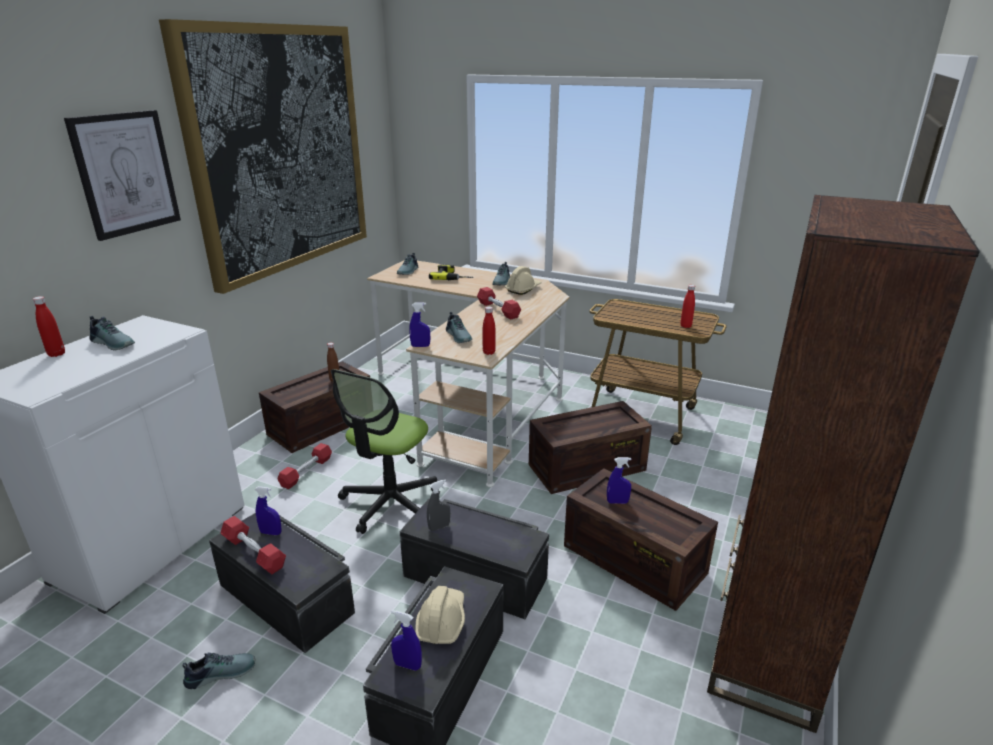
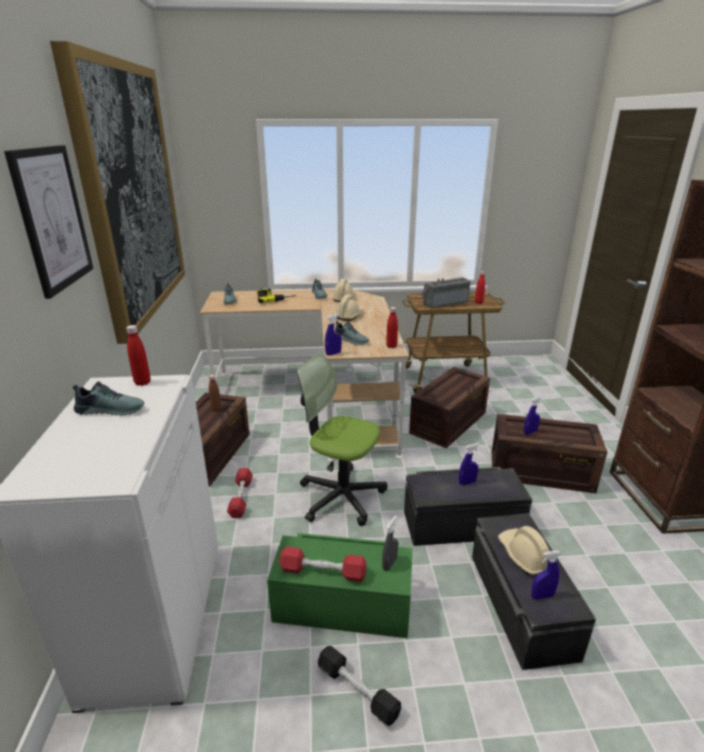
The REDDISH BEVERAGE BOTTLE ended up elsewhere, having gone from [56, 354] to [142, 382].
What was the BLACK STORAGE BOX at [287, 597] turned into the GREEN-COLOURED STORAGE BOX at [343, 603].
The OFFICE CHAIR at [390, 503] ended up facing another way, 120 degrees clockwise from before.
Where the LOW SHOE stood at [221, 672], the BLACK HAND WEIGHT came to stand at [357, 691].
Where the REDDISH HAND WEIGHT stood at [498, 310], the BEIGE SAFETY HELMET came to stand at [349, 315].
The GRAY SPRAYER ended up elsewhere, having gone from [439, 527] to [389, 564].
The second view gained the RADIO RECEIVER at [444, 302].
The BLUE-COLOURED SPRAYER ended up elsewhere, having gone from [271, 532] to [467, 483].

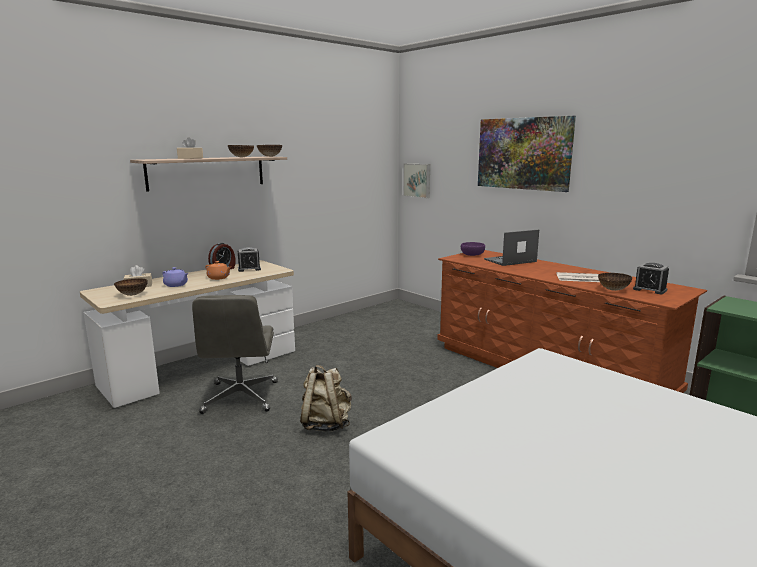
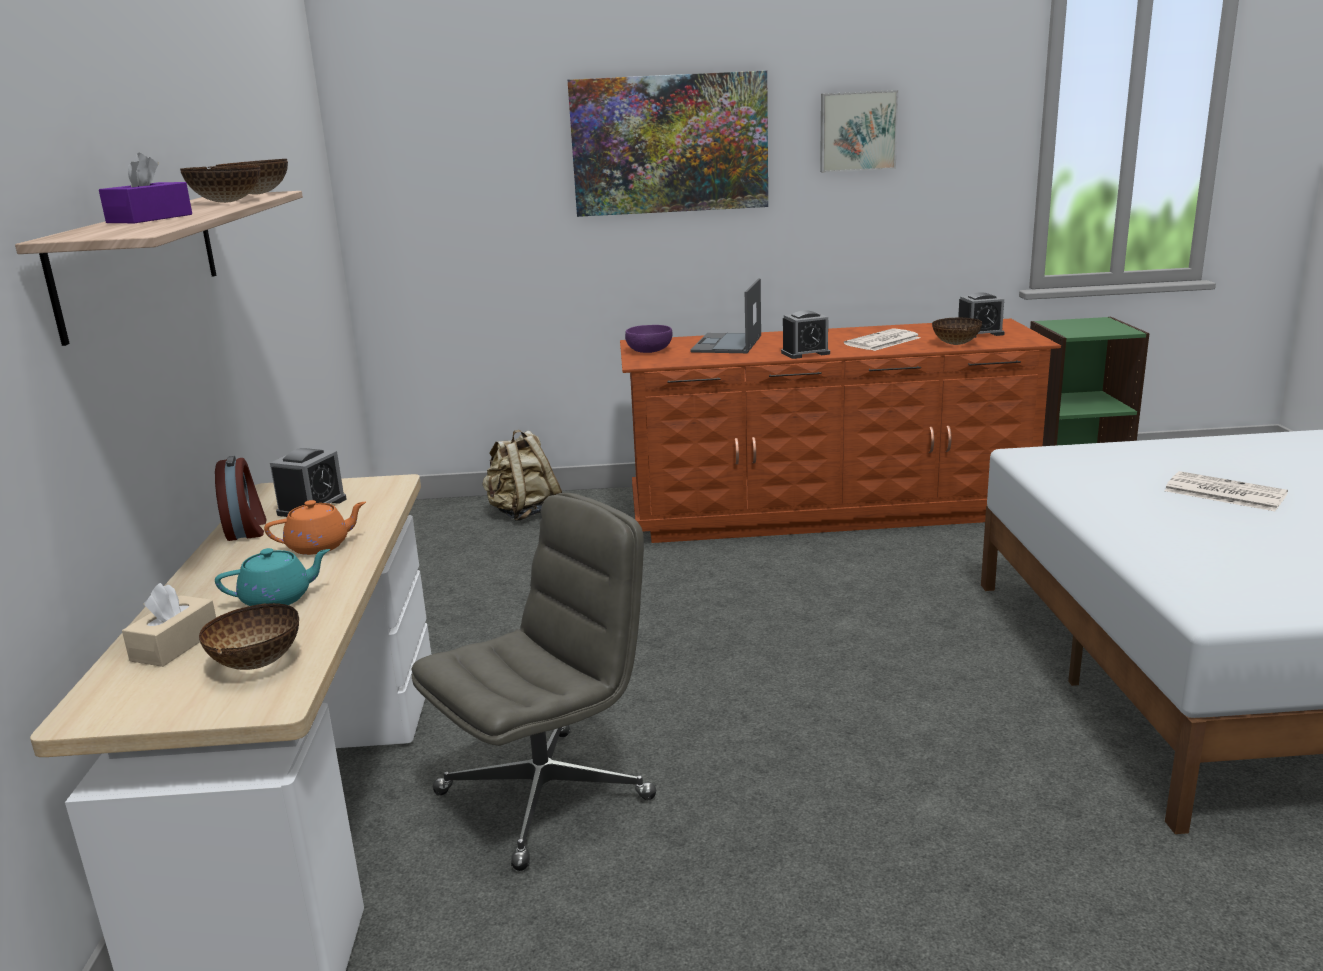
What was the BEIGE TISSUE BOX at [190, 158] turned into the PURPLE-COLOURED TISSUE BOX at [150, 218].
What was the PURPLE-COLOURED TEA POT at [176, 285] turned into the BLUE-GREEN TEA POT at [278, 599].
The GRAY OFFICE CHAIR at [241, 397] ended up facing another way, 75 degrees counterclockwise from before.
The BEIGE BACKPACK ended up elsewhere, having gone from [326, 424] to [523, 513].
The second view gained the ALARM CLOCK at [805, 353].
The WALL ART ended up elsewhere, having gone from [417, 180] to [857, 131].
The second view gained the PRINTED PAPER at [1223, 493].

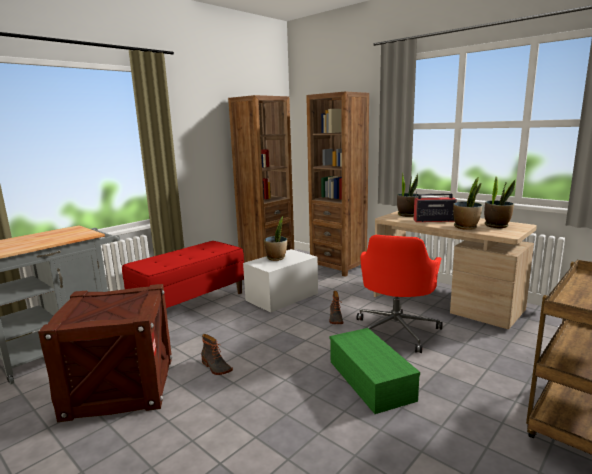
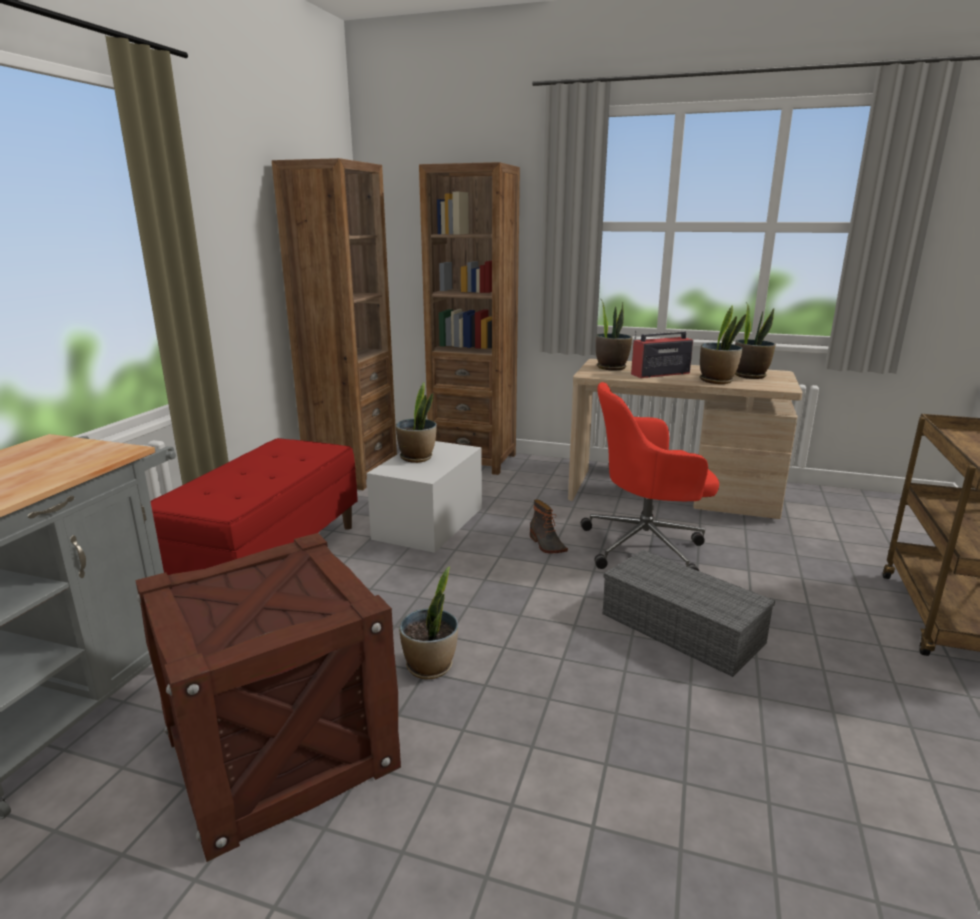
Where the TALL BOOT stood at [216, 367], the HOUSEPLANT came to stand at [430, 667].
The REDDISH OFFICE CHAIR at [396, 330] ended up facing another way, 90 degrees clockwise from before.
What was the GREEN-COLOURED STORAGE BOX at [372, 380] turned into the GRAY STORAGE BOX at [684, 628].

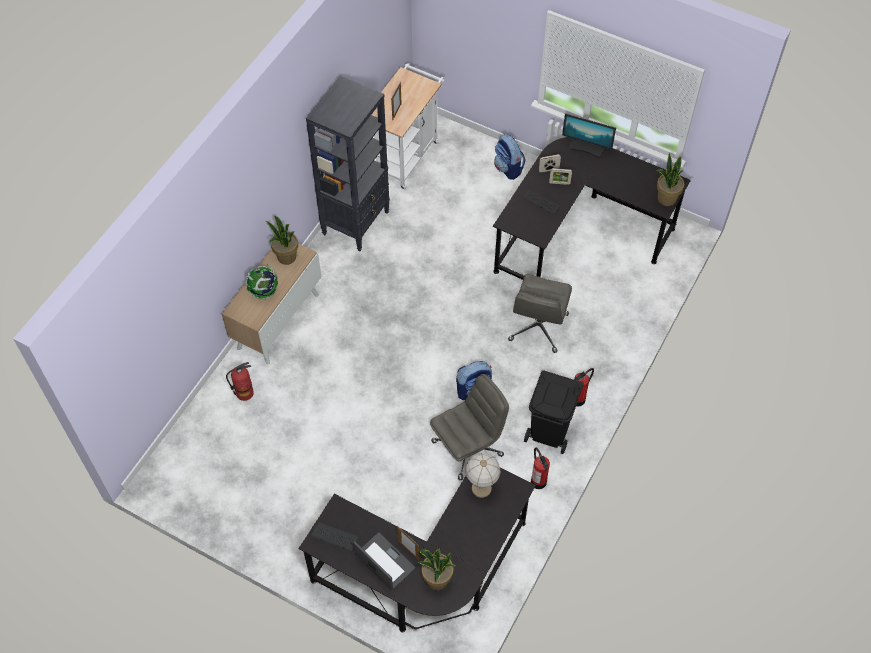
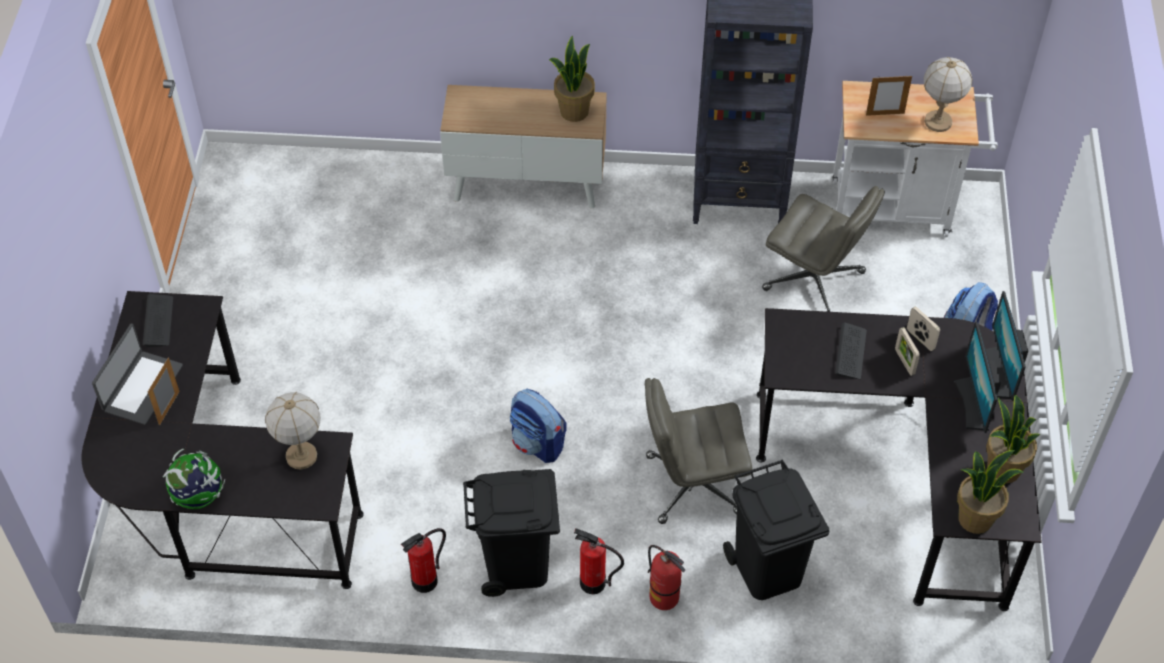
The GLOBE ended up elsewhere, having gone from [264, 291] to [199, 496].
The FIRE-FIGHTING CYLINDER ended up elsewhere, having gone from [245, 393] to [664, 597].
The second view gained the BLACK WASTE BIN at [766, 570].
The GRAY OFFICE CHAIR ended up elsewhere, having gone from [468, 447] to [815, 281].
The second view gained the TABLETOP LAMP at [937, 122].
The second view gained the COMPUTER DISPLAY at [974, 404].
The HOUSEPLANT ended up elsewhere, having gone from [437, 580] to [1002, 469].

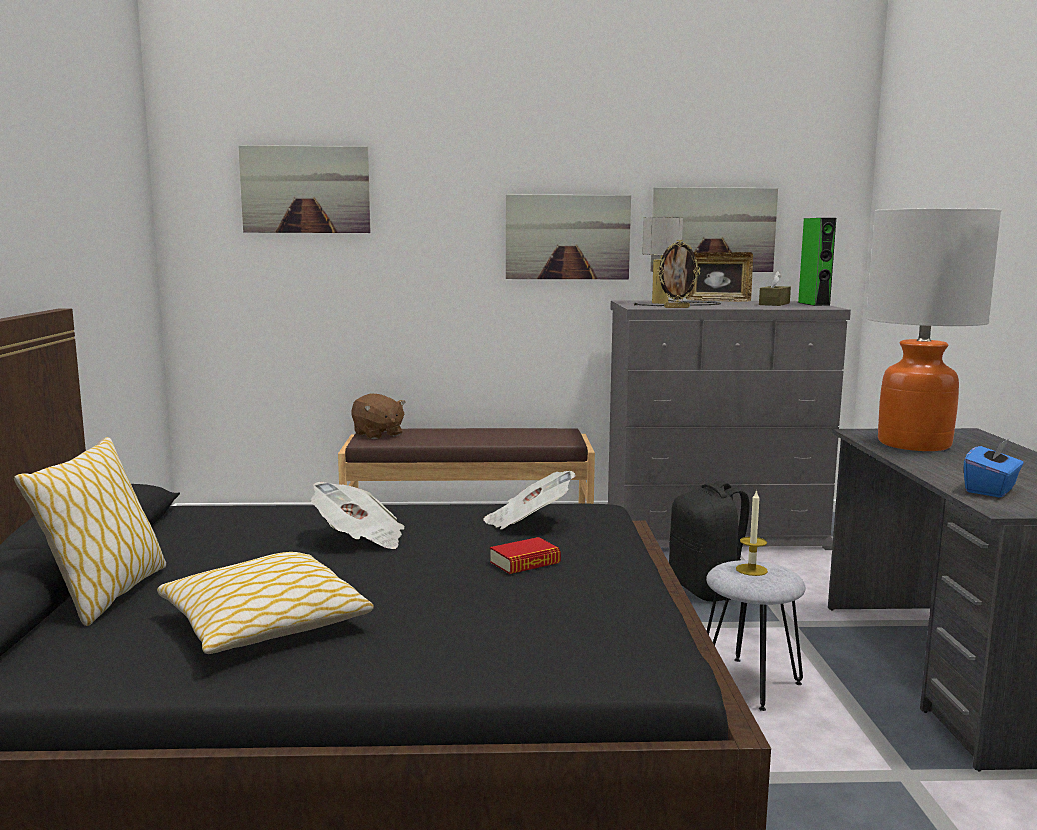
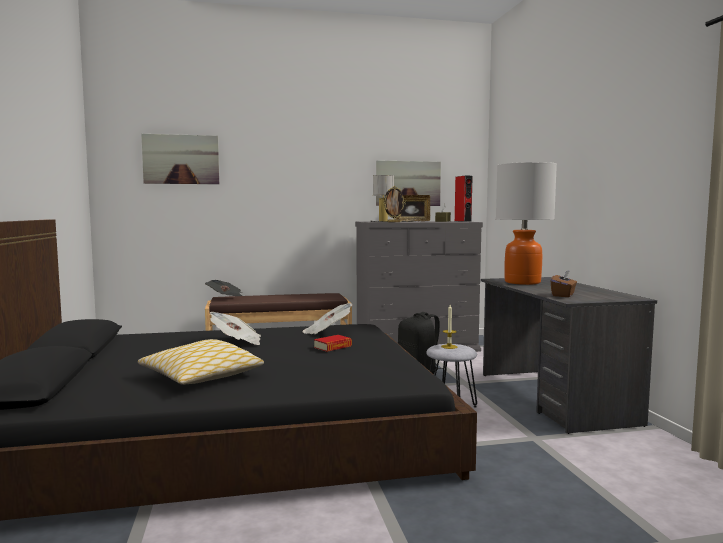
Where the BROWN-COLOURED SOFT TOY stood at [377, 434], the PRINTED PAPER came to stand at [226, 298].
What was the GREEN-COLOURED LOUDSPEAKER at [813, 304] turned into the REDDISH LOUDSPEAKER at [462, 221].
What was the BLUE-COLOURED TISSUE BOX at [991, 490] turned into the BROWN-COLOURED TISSUE BOX at [563, 295].
The second view lost the PILLOW at [106, 595].
The second view lost the WALL ART at [567, 237].

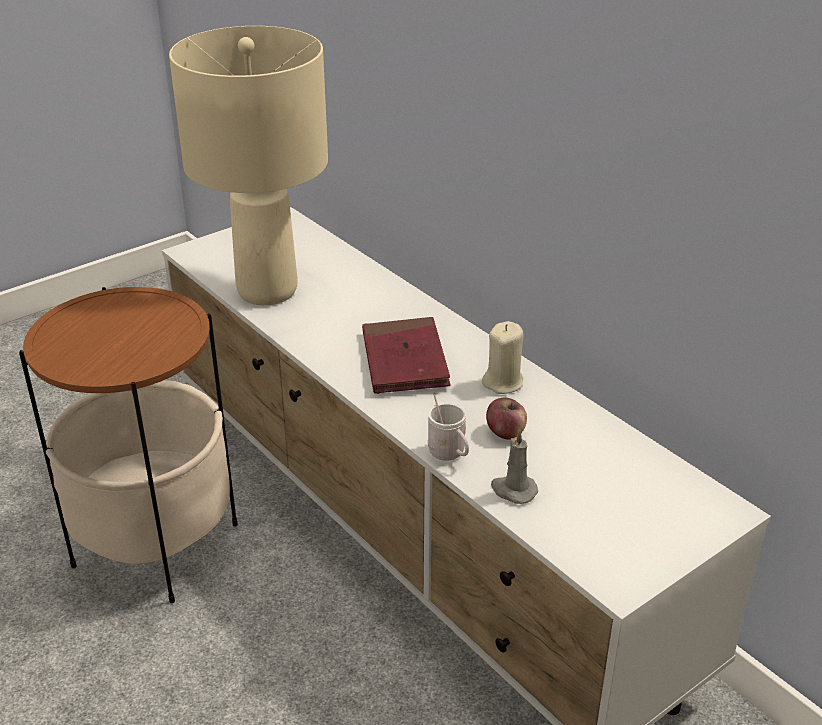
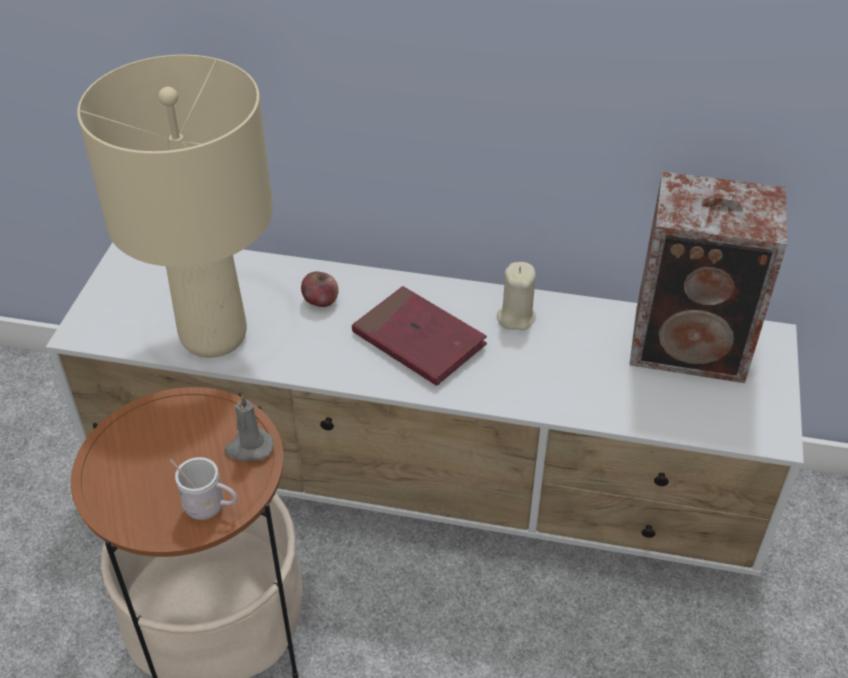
The WHITISH MUG ended up elsewhere, having gone from [449, 455] to [210, 508].
The GRAY WAX CANDLE ended up elsewhere, having gone from [513, 490] to [249, 448].
The APPLE FRUIT ended up elsewhere, having gone from [505, 432] to [321, 301].
The second view gained the LOUDSPEAKER at [693, 346].

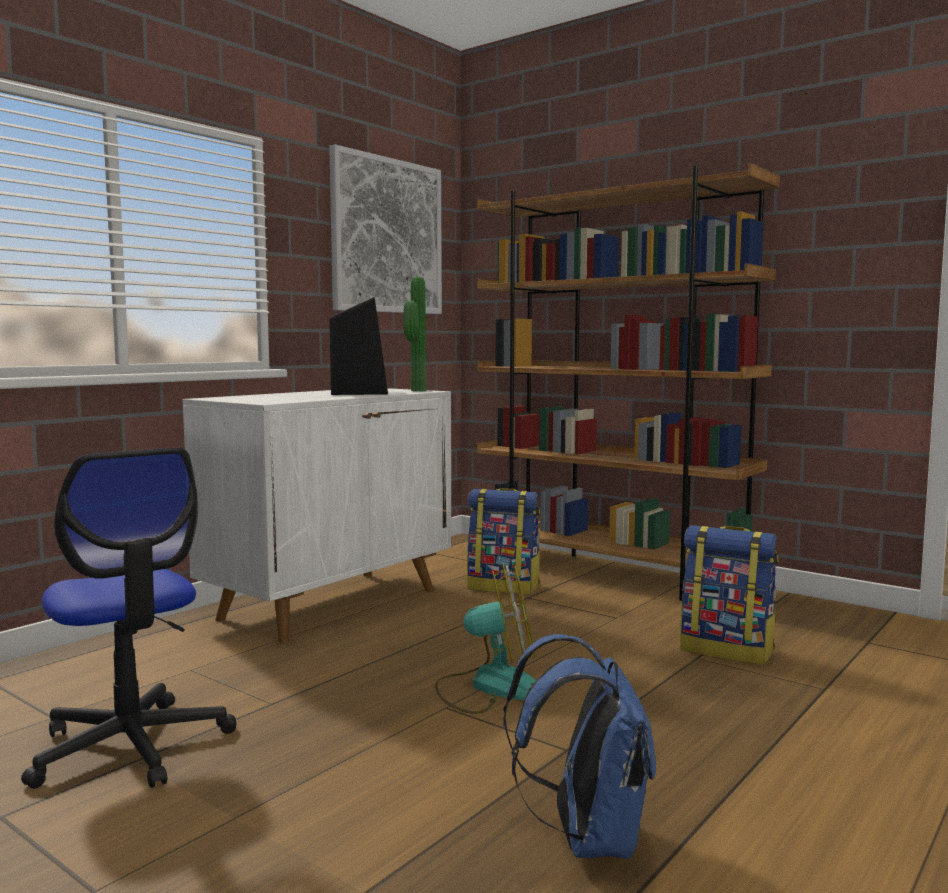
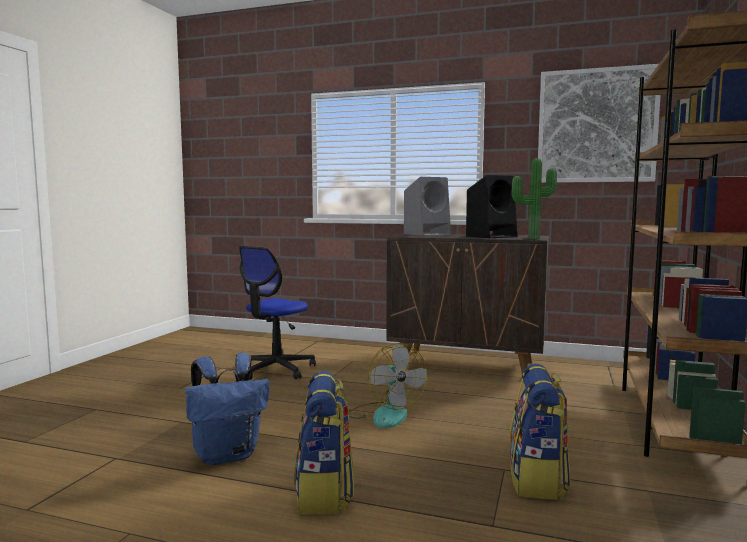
The BACKPACK ended up elsewhere, having gone from [504, 587] to [325, 494].
What was the WHITISH CUPBOARD at [332, 604] turned into the BROWN-COLOURED CUPBOARD at [467, 364].
The second view gained the GRAY LOUDSPEAKER at [427, 234].

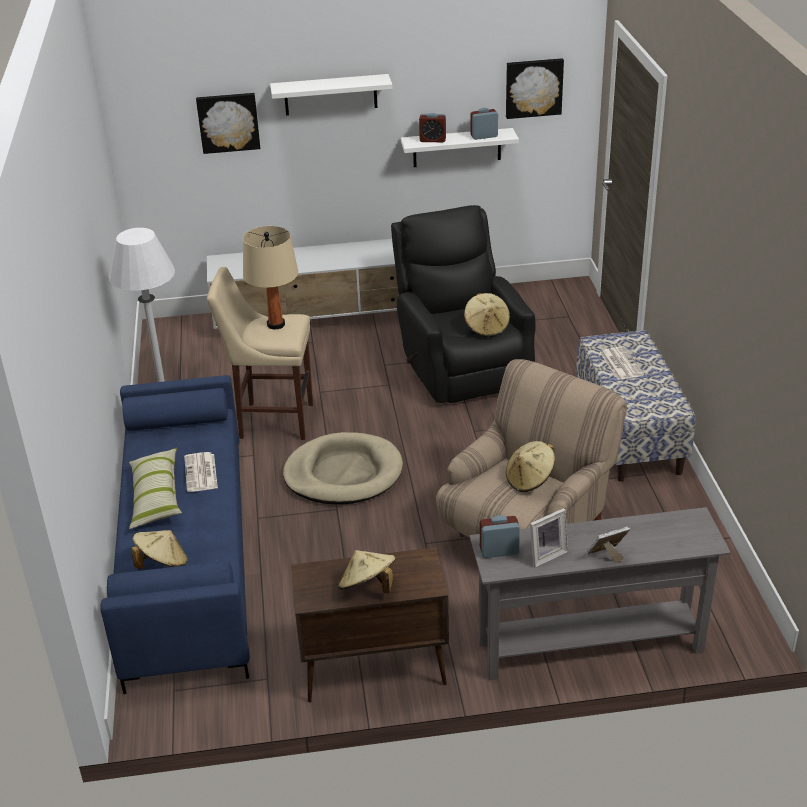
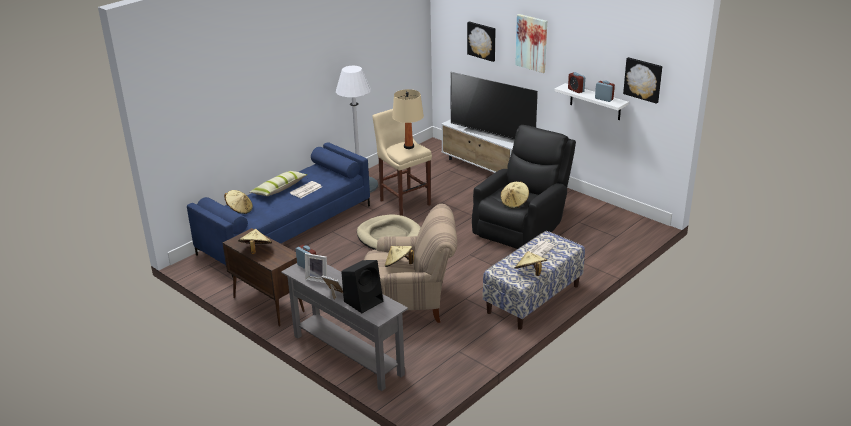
The second view gained the BLACK LOUDSPEAKER at [364, 301].
The second view gained the TELEVISION at [493, 134].
The second view gained the BEIGE HAT at [530, 273].
Where the WHITISH BRACKET SHELF hung at [330, 94], the WALL ART came to hang at [532, 43].

